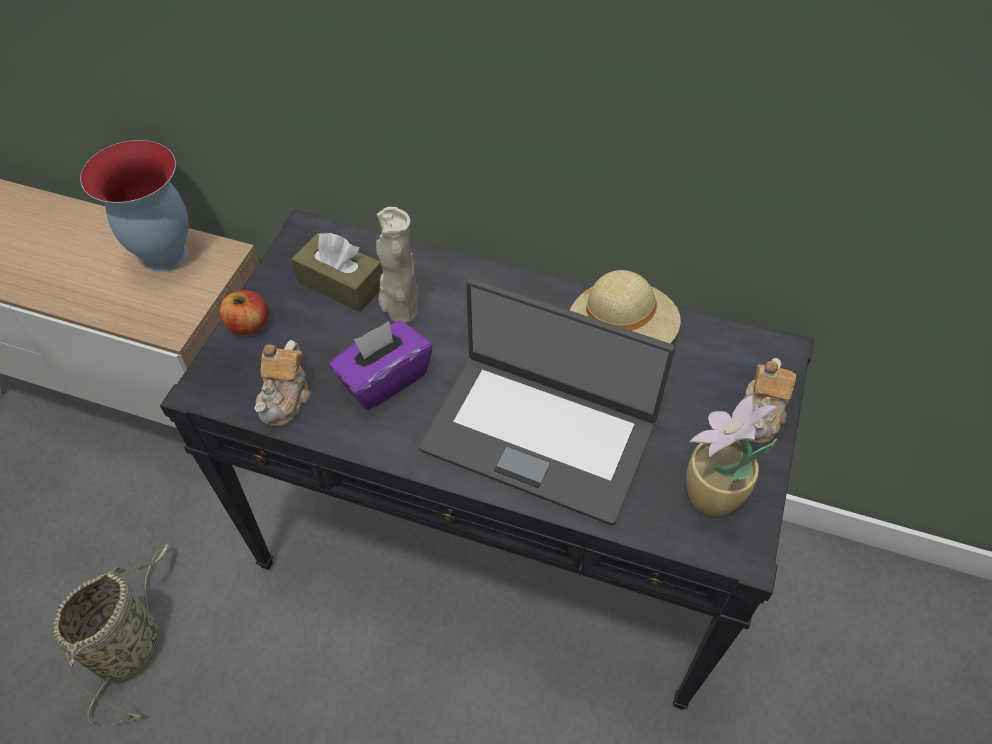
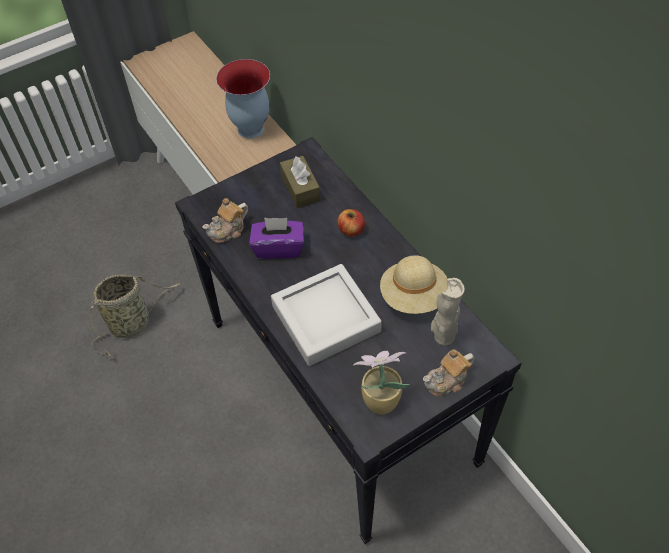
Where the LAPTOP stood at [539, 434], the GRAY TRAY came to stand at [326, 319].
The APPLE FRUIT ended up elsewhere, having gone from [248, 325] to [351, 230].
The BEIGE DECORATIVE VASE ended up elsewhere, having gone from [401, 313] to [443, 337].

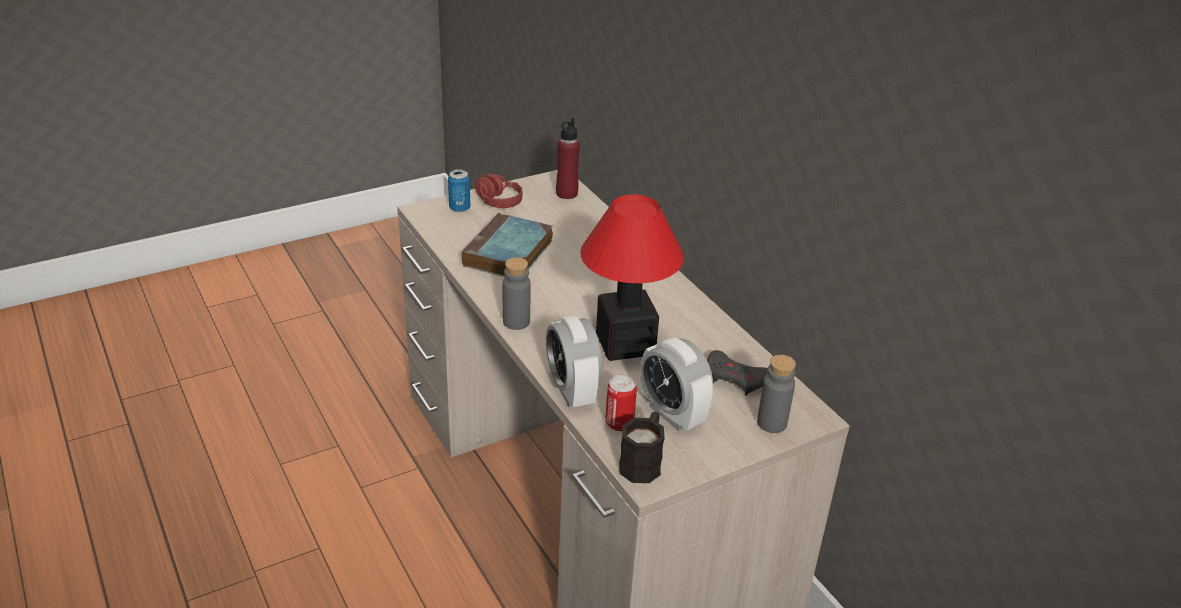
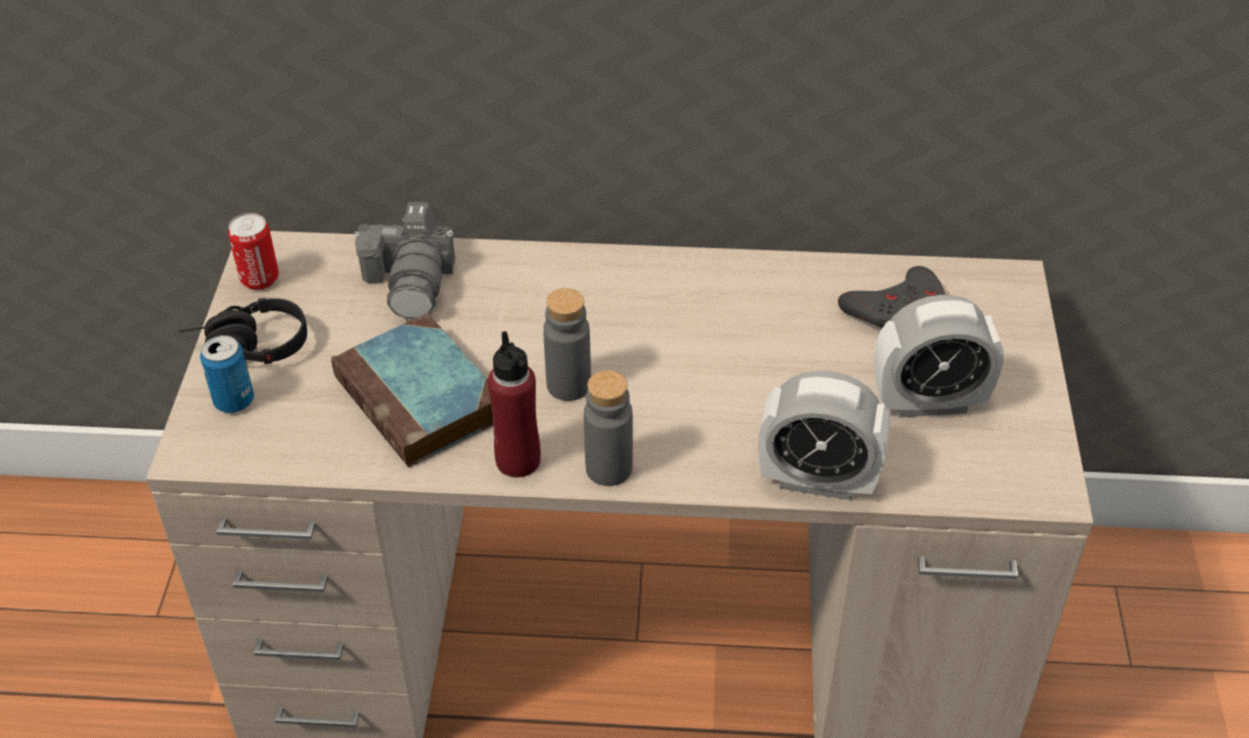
What was the REDDISH HEADPHONES at [493, 198] turned into the BLACK HEADPHONES at [246, 349].
The METAL CAN ended up elsewhere, having gone from [619, 423] to [260, 279].
The second view gained the STILL CAMERA at [412, 281].
The REDDISH BEVERAGE BOTTLE ended up elsewhere, having gone from [566, 193] to [518, 460].
The GRAY BEVERAGE BOTTLE ended up elsewhere, having gone from [771, 423] to [568, 385].
The second view lost the TABLETOP LAMP at [624, 344].
The second view lost the BLACK MUG at [643, 462].

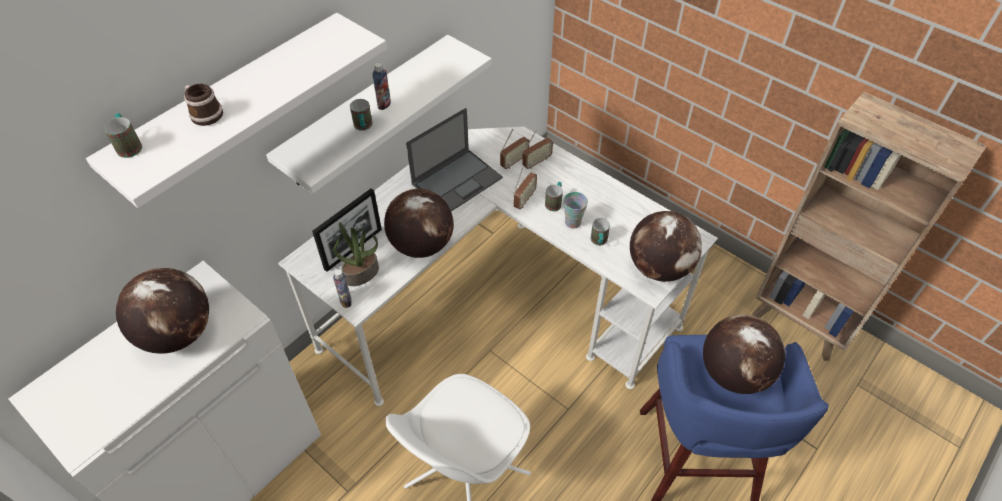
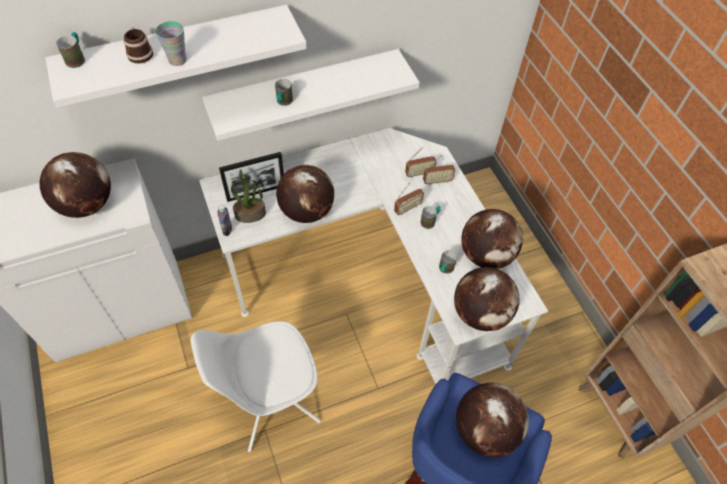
The DRINKING CUP ended up elsewhere, having gone from [573, 222] to [177, 60].
The second view gained the GLOBE at [486, 255].
The second view lost the BEVERAGE BOTTLE at [384, 104].
The second view lost the LAPTOP at [457, 180].

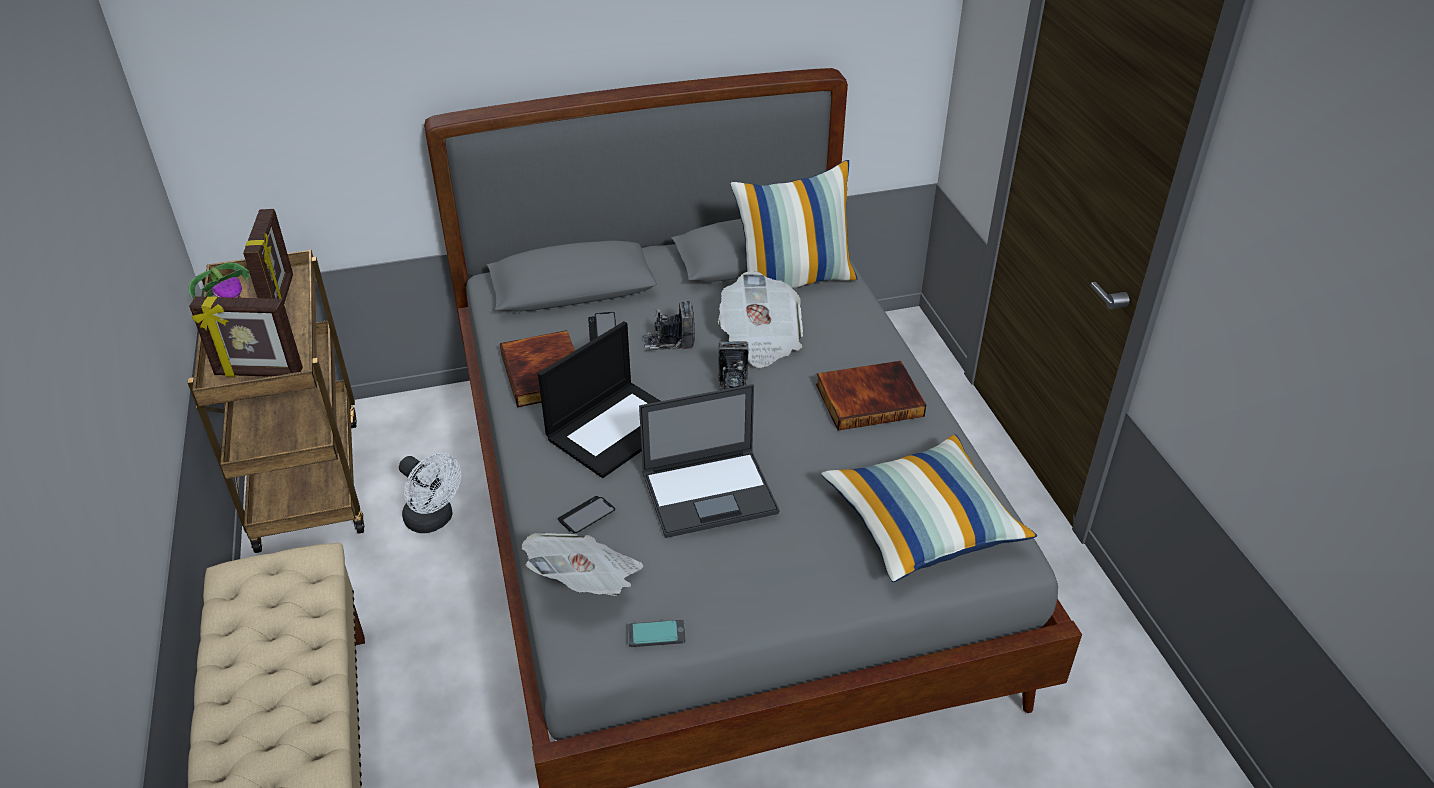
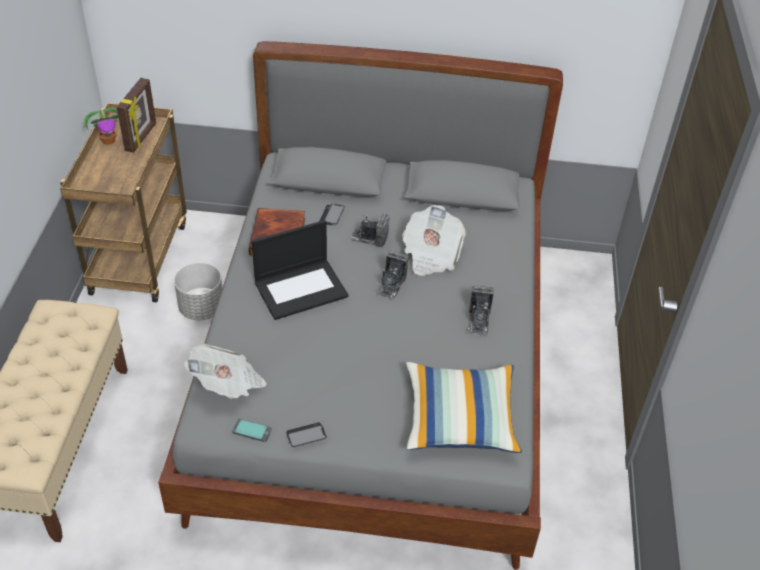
Where the WHITISH COOLING FAN stood at [434, 520], the GRAY FLOWER POT came to stand at [202, 308].
The TELEPHONE ended up elsewhere, having gone from [586, 516] to [306, 435].
Where the BOUND BOOK stood at [869, 398], the STILL CAMERA came to stand at [478, 320].
The second view lost the PHOTO FRAME at [258, 373].
The second view lost the LAPTOP at [711, 492].
The second view lost the PILLOW at [794, 281].

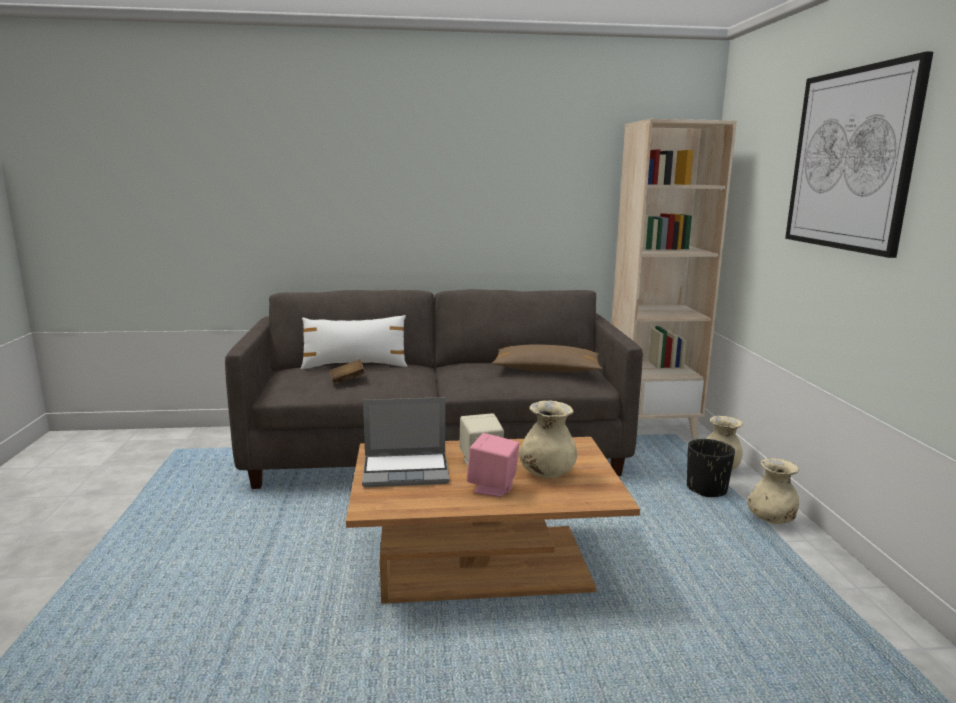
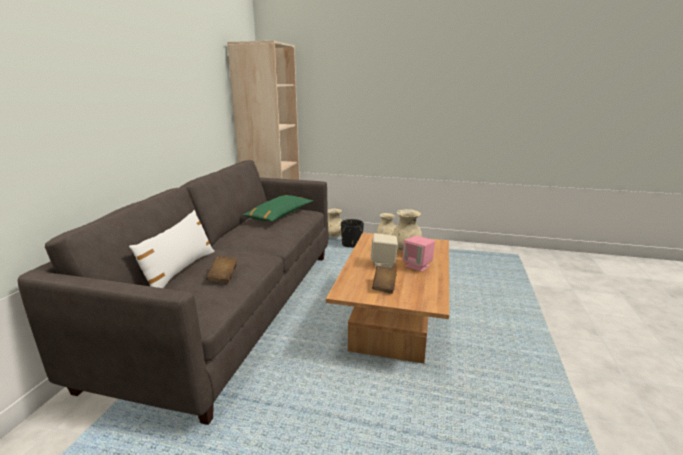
What was the BROWN-COLOURED PILLOW at [546, 370] turned into the GREEN-COLOURED PILLOW at [279, 215].
Where the LAPTOP stood at [407, 471], the BROWN-COLOURED BOUND BOOK came to stand at [384, 286].
The second view lost the WALL ART at [850, 160].

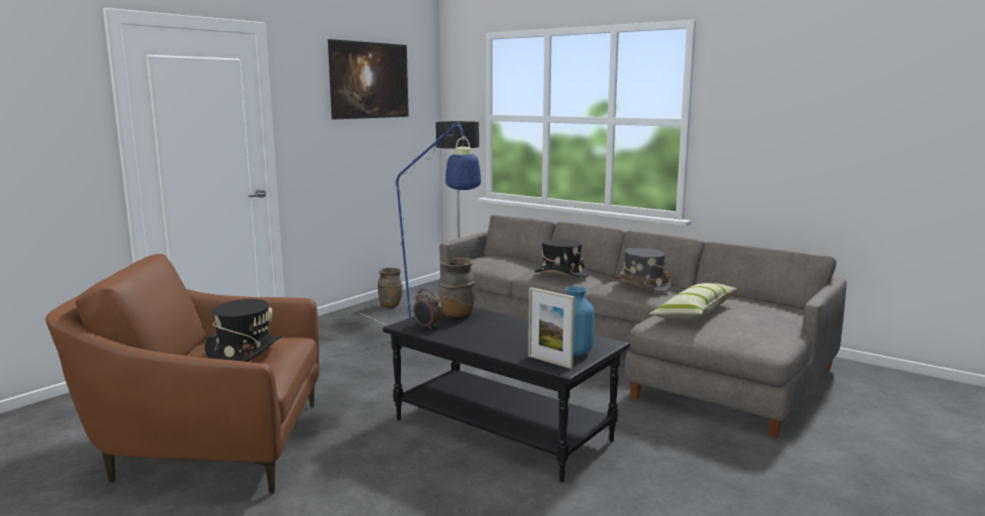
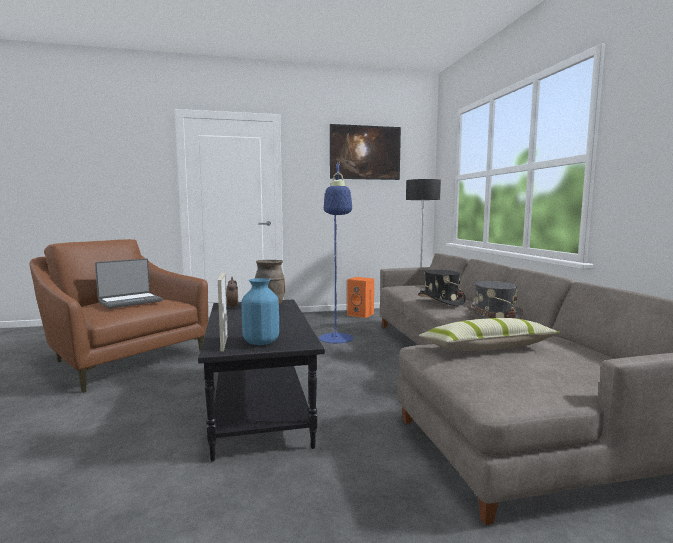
Where the BLACK HAT stood at [244, 352], the LAPTOP came to stand at [130, 301].
Where the BROWN-COLOURED DECORATIVE VASE stood at [390, 306], the ORANGE LOUDSPEAKER came to stand at [361, 314].

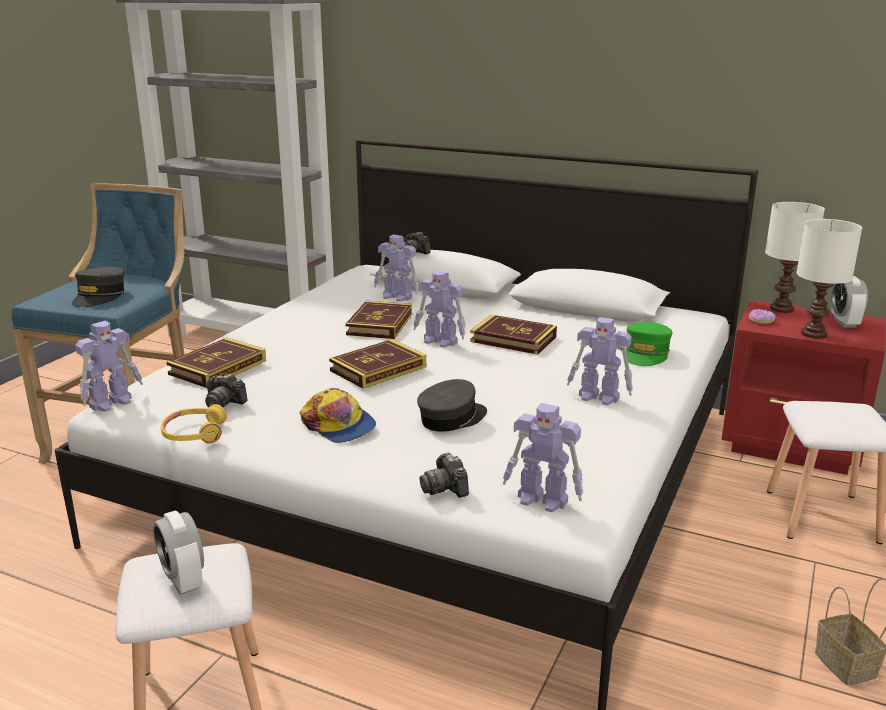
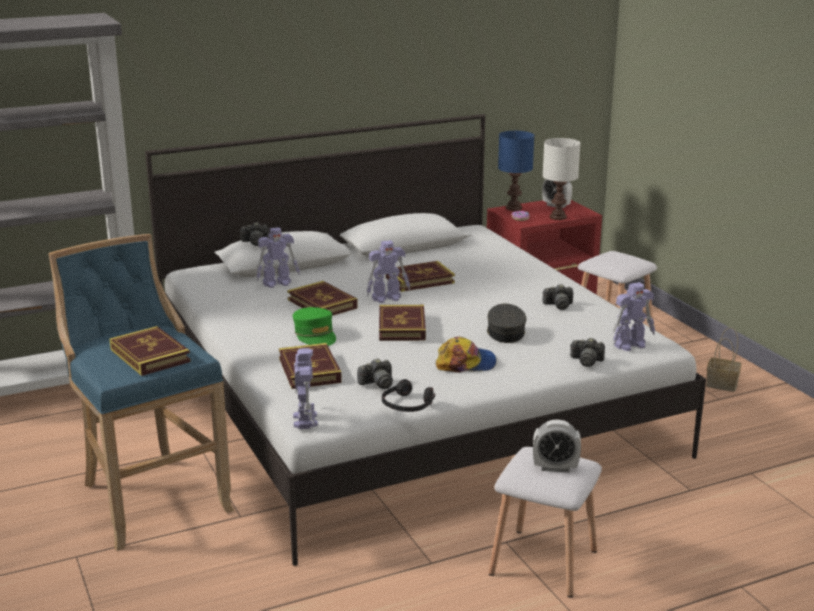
Where the GRAY CAP stood at [99, 296], the BOUND BOOK came to stand at [150, 355].
The GREEN-COLOURED CAP ended up elsewhere, having gone from [646, 354] to [315, 335].
What was the YELLOWISH HEADPHONES at [194, 433] turned into the BLACK HEADPHONES at [407, 405].
What was the WHITISH TABLETOP LAMP at [781, 309] turned into the BLUE-COLOURED TABLETOP LAMP at [513, 208].
The second view gained the STILL CAMERA at [558, 305].
The second view lost the TOY ROBOT at [599, 397].

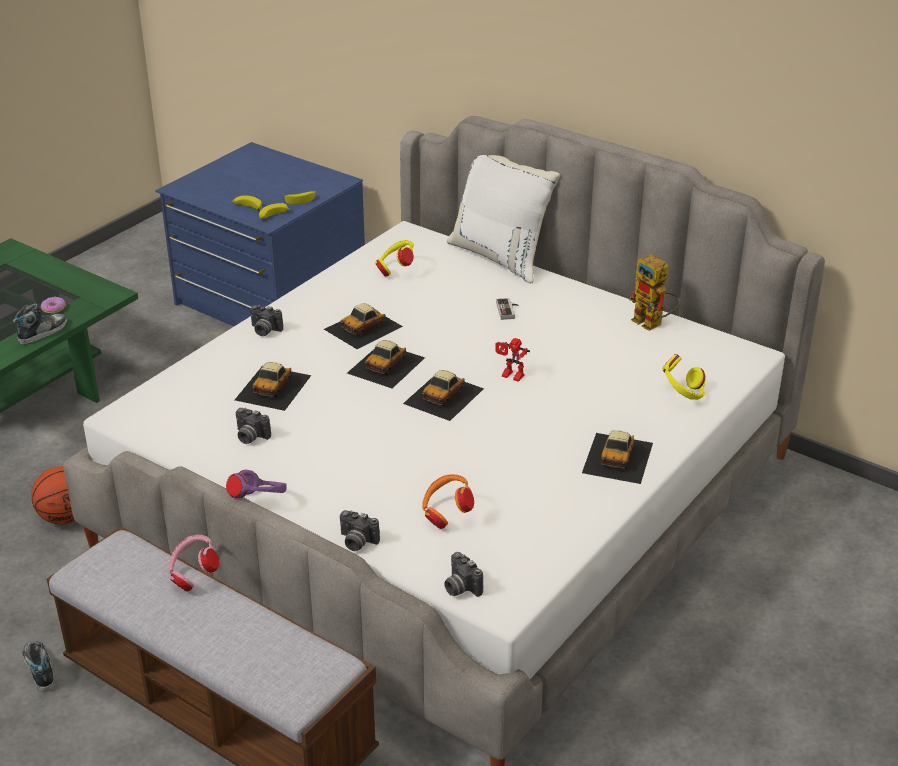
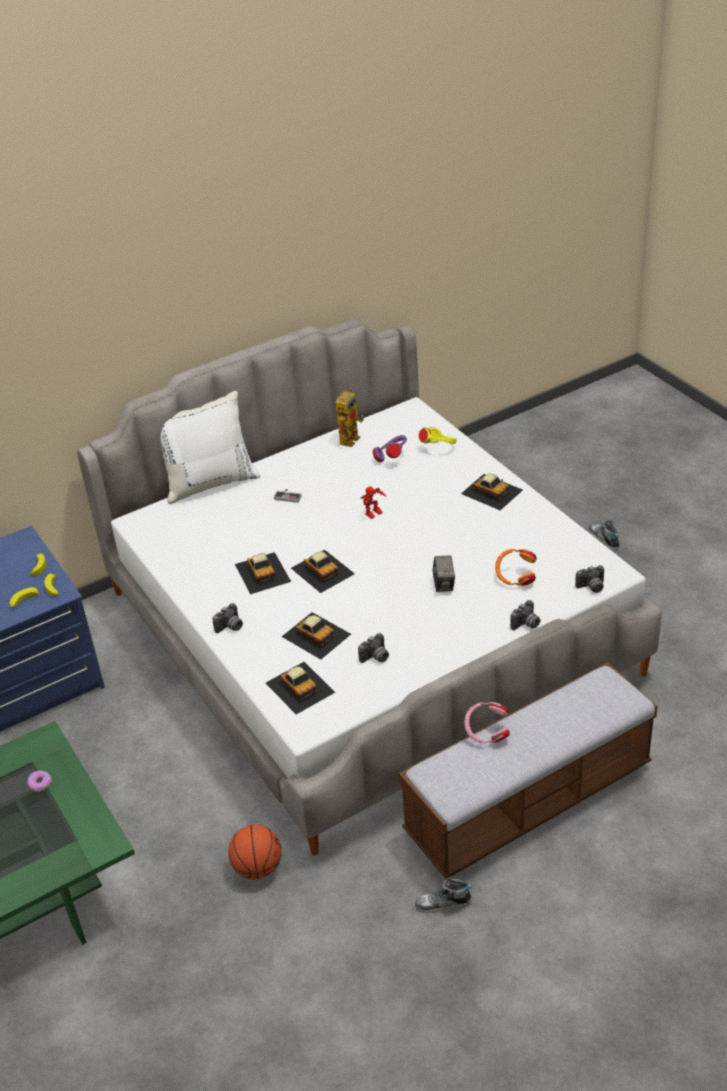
The MINIATURE CAR ended up elsewhere, having gone from [444, 396] to [300, 687].
The TOY ROBOT at [653, 324] ended up facing another way, 45 degrees counterclockwise from before.
The PURPLE-COLOURED HEADPHONES ended up elsewhere, having gone from [259, 501] to [392, 457].
The second view gained the STILL CAMERA at [444, 584].
The LOW SHOE ended up elsewhere, having gone from [43, 332] to [603, 539].
The second view lost the YELLOWISH HEADPHONES at [395, 269].

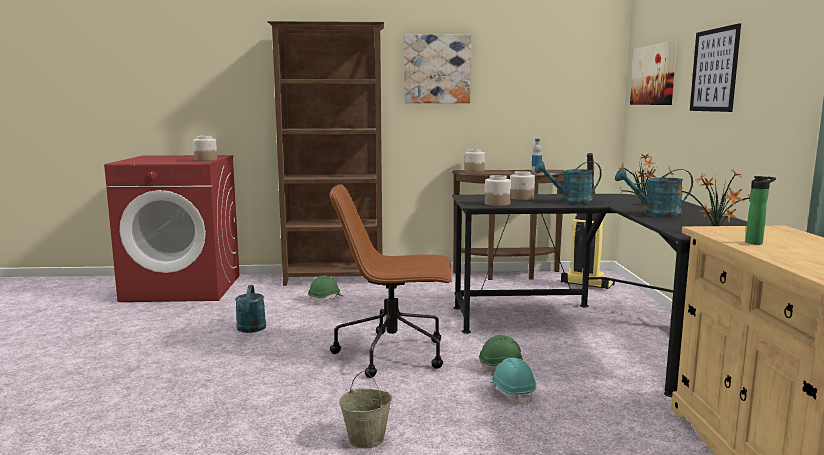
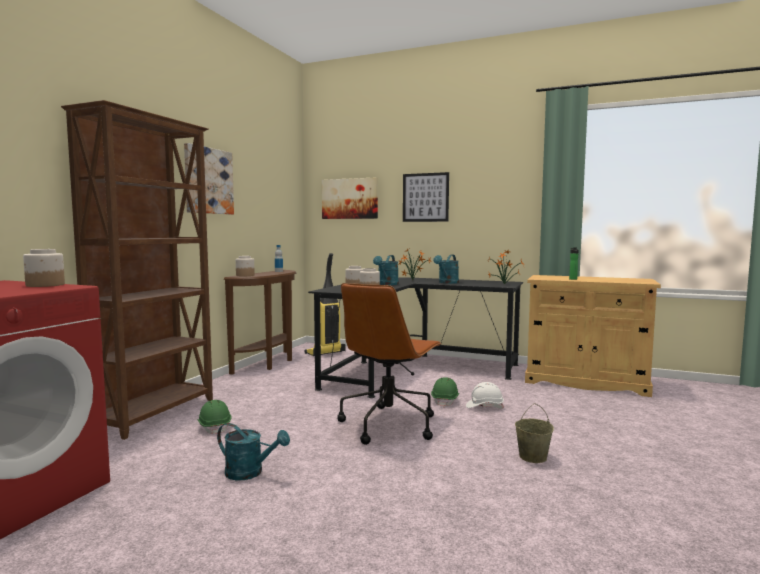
What was the BLUE-GREEN SAFETY HELMET at [512, 392] turned into the WHITISH SAFETY HELMET at [484, 406].

